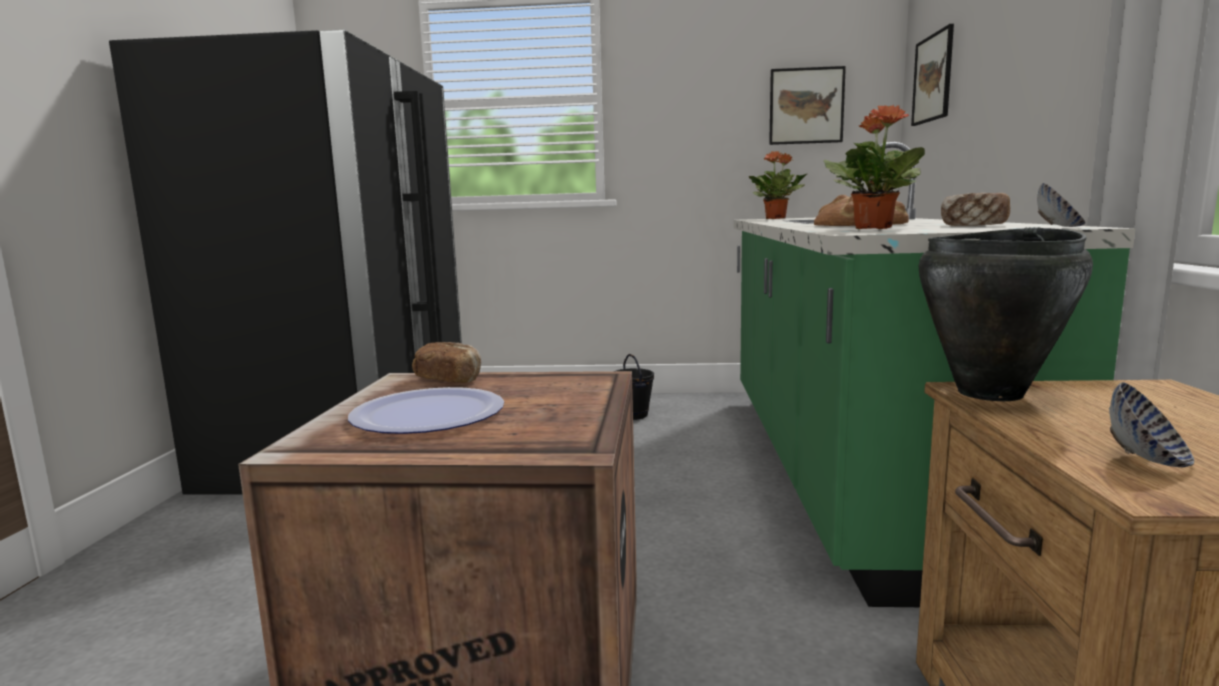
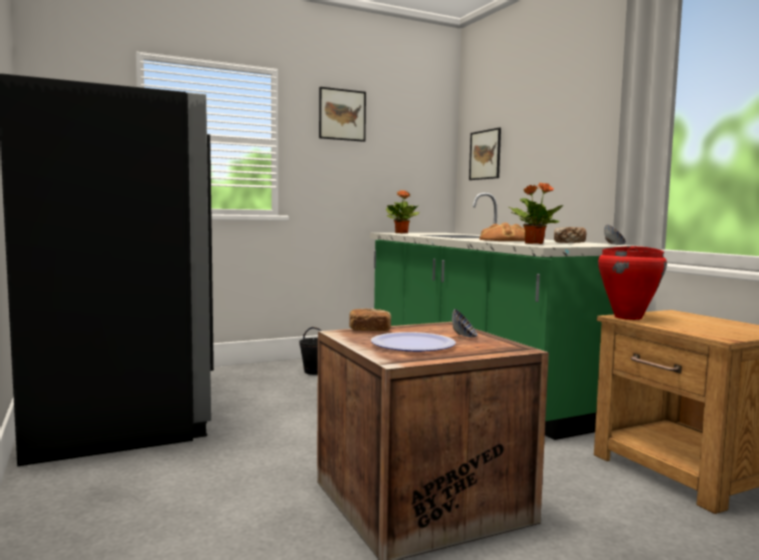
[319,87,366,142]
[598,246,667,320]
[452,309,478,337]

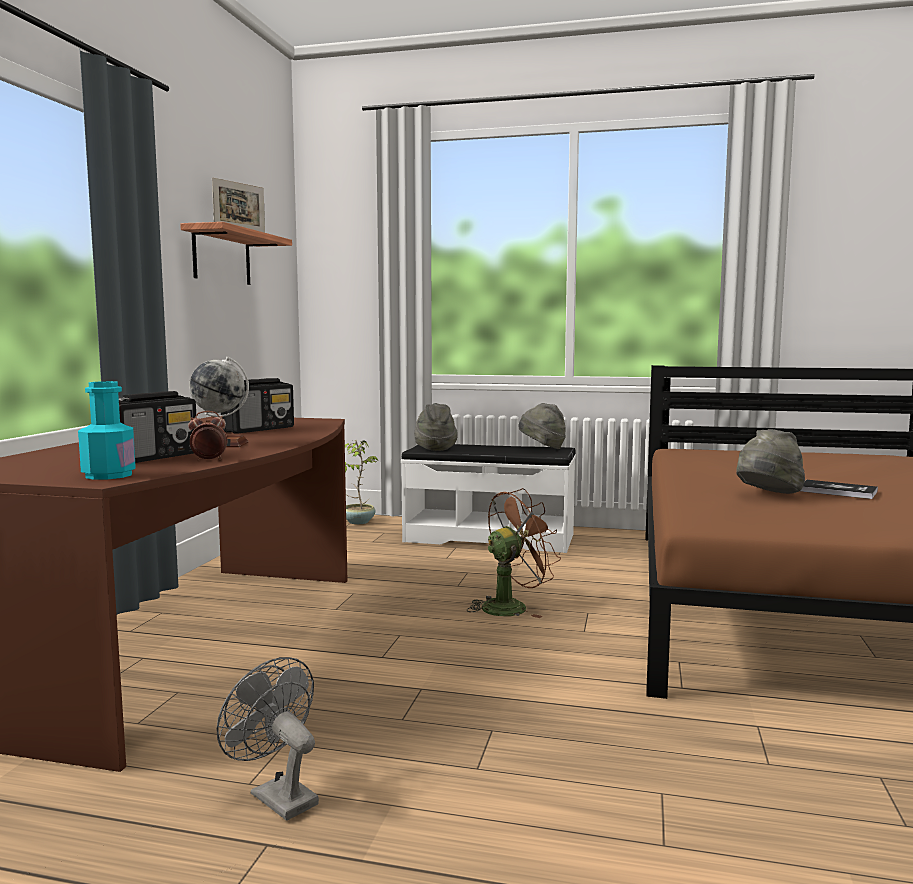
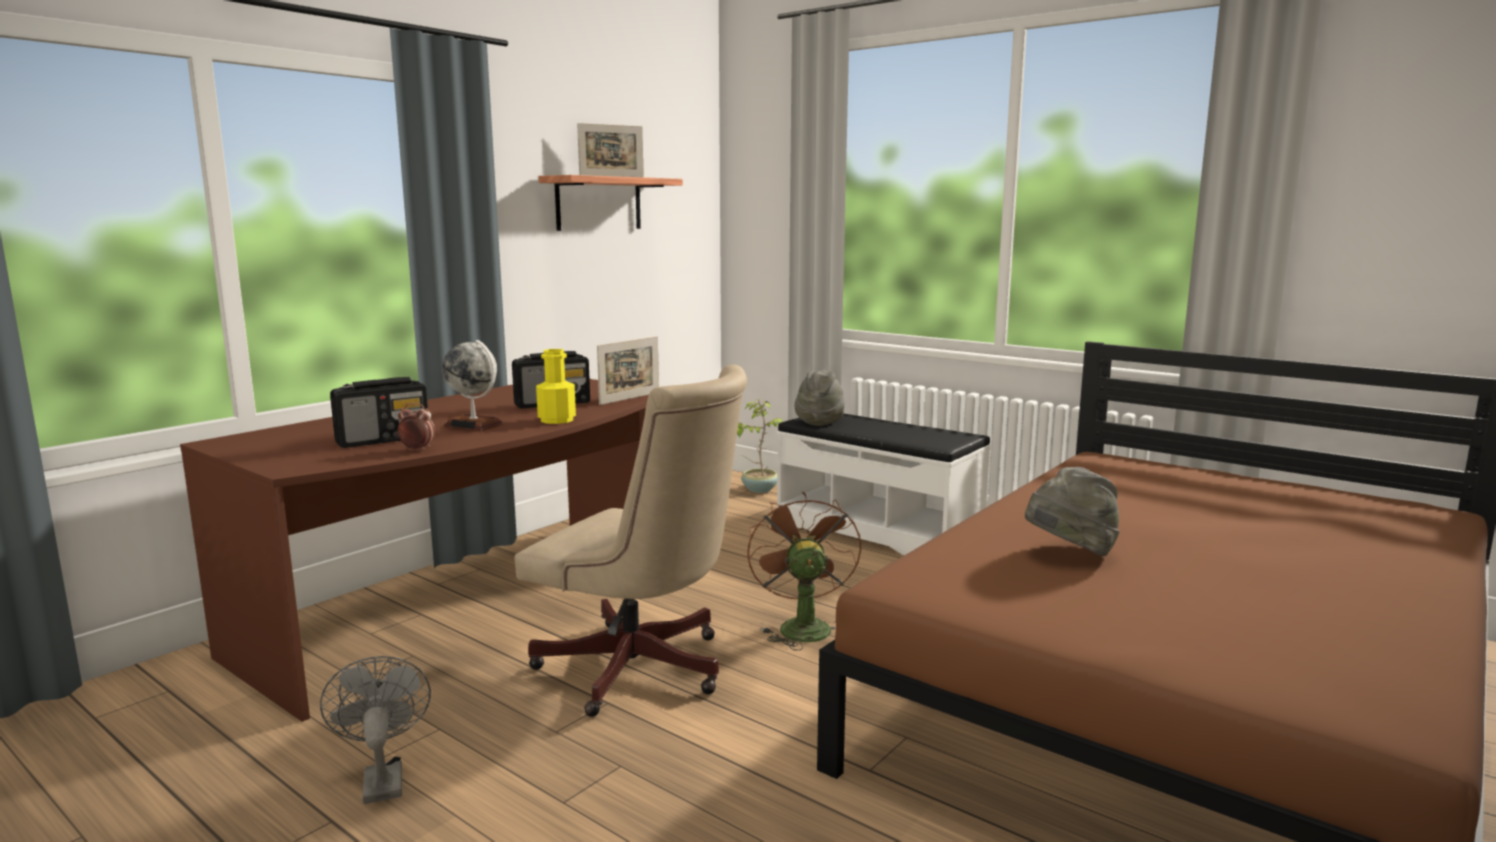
[78,381,136,480] (first image)
[747,491,861,651]
[518,403,566,449] (first image)
[801,480,878,499] (first image)
[514,365,747,717]
[536,349,576,424]
[597,336,659,405]

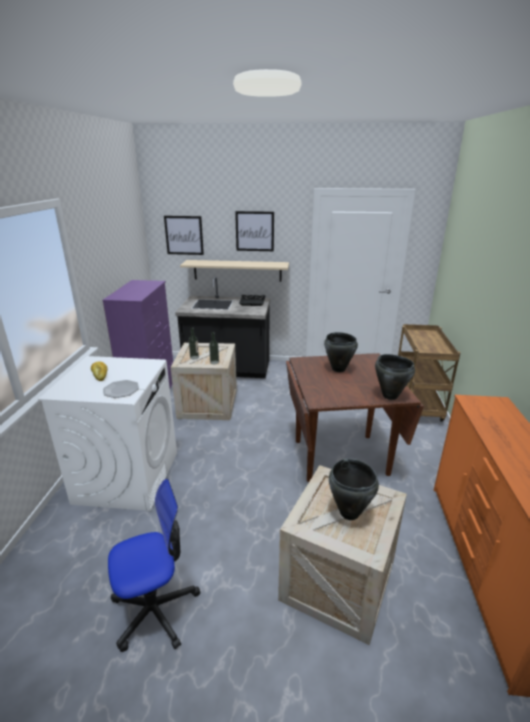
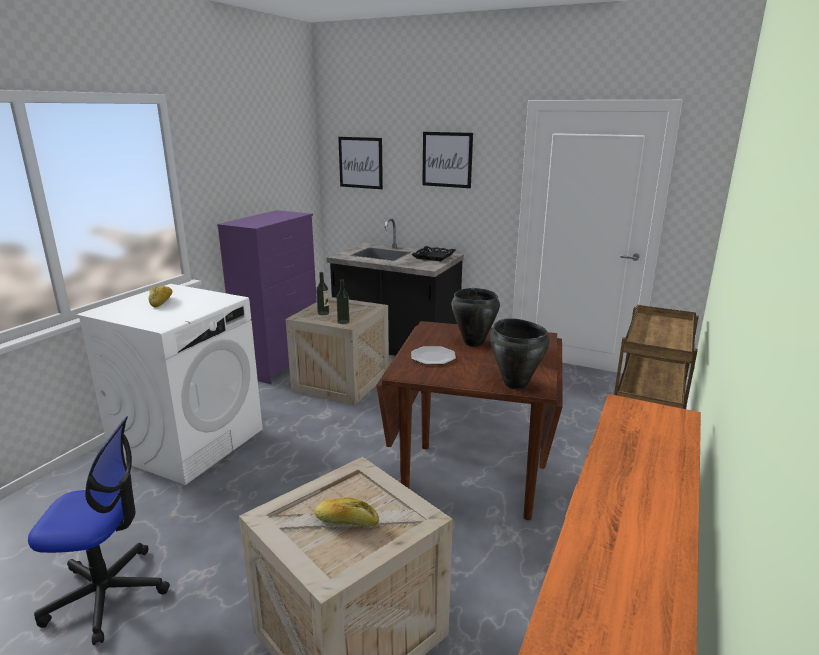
[411,346,456,365]
[180,260,289,282] (first image)
[314,497,379,527]

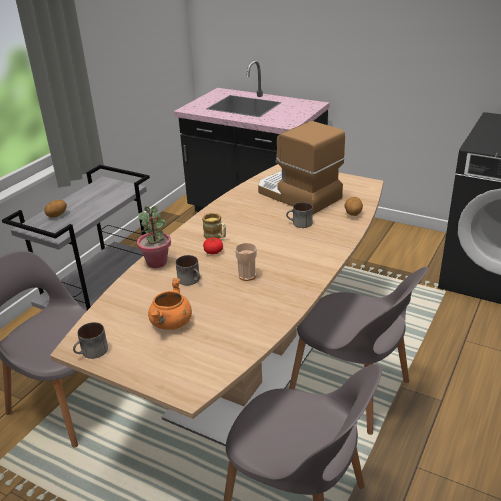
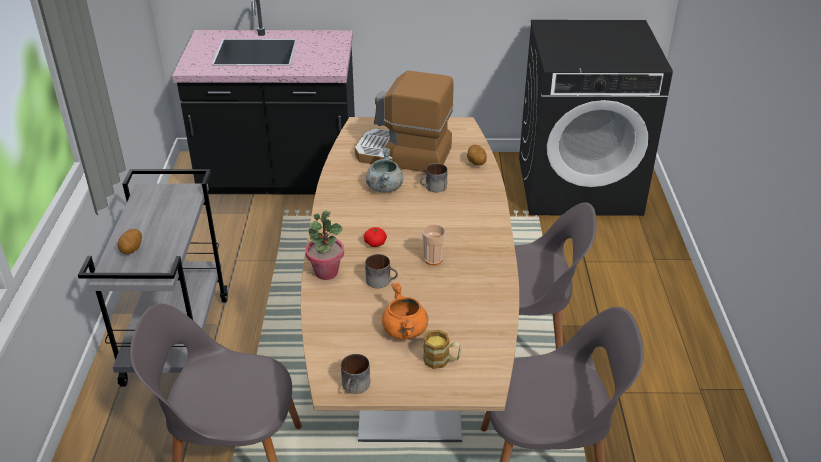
[423,330,461,369]
[366,148,403,192]

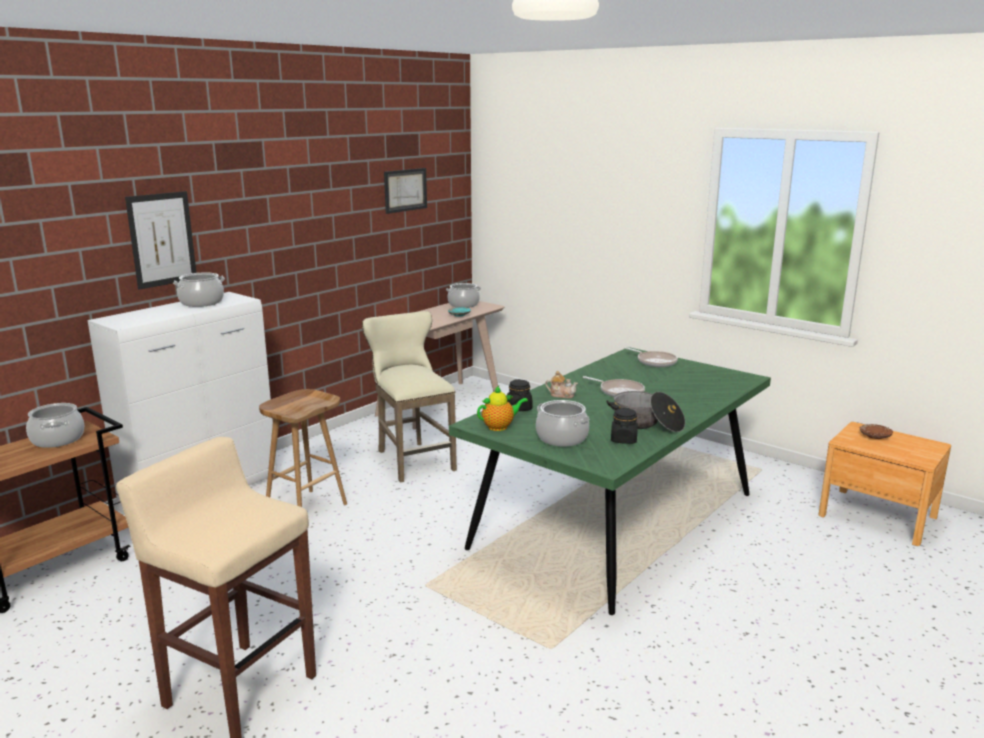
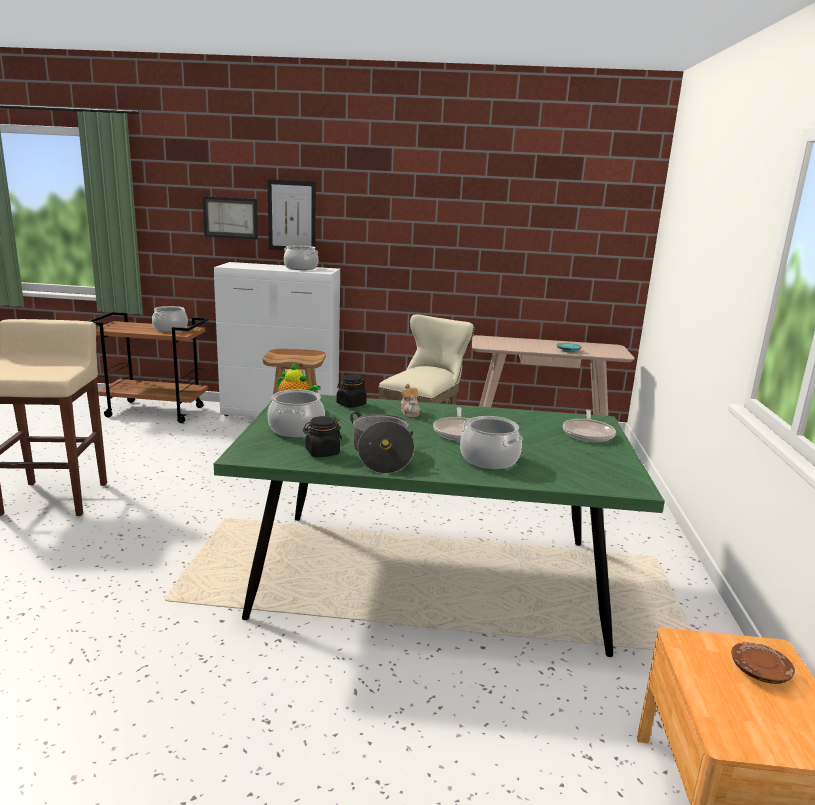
[202,196,258,240]
[460,416,523,469]

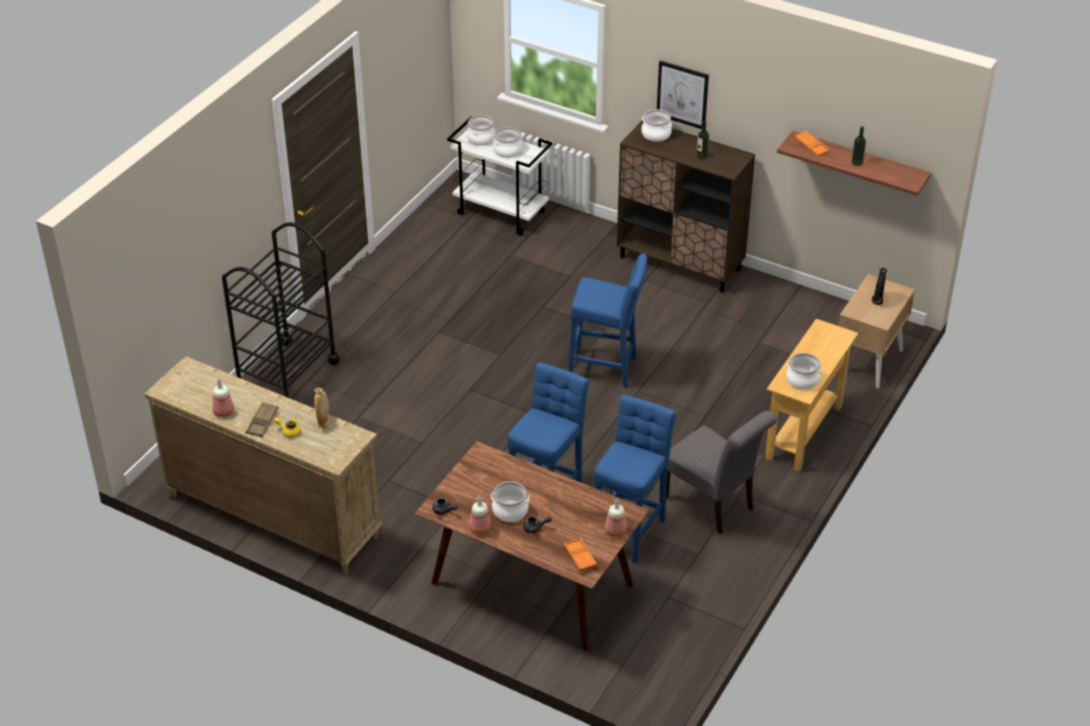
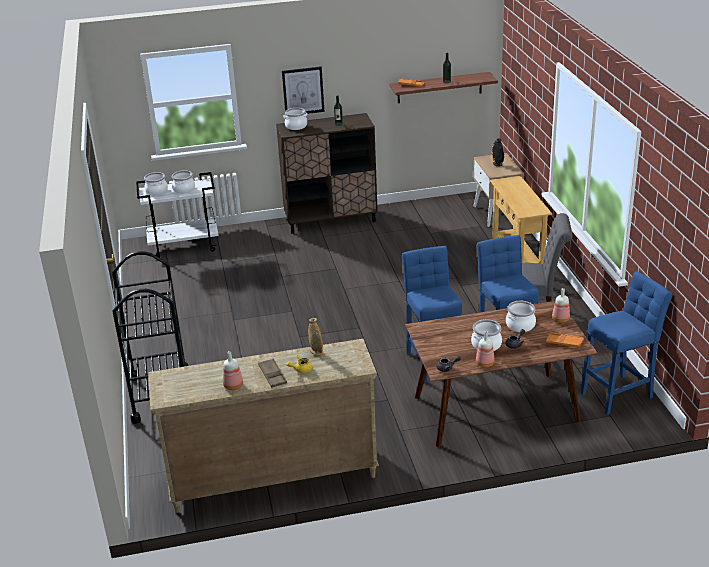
[580,272,673,415]
[506,301,536,332]

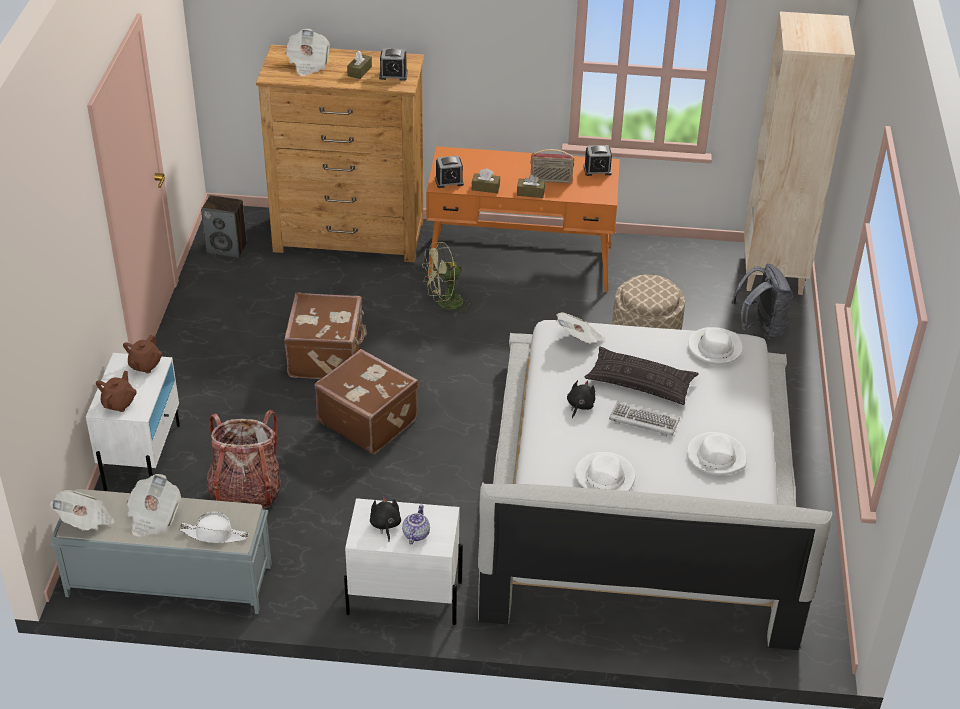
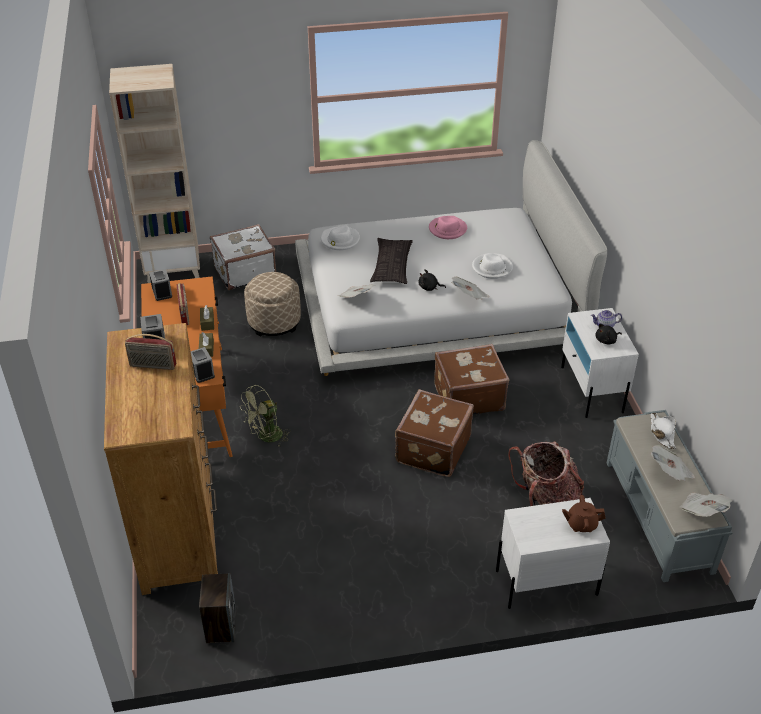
[123,335,162,373] (first image)
[434,344,510,414]
[451,277,489,299]
[125,334,176,370]
[240,385,290,446]
[609,402,680,437] (first image)
[429,216,467,239]
[210,224,276,290]

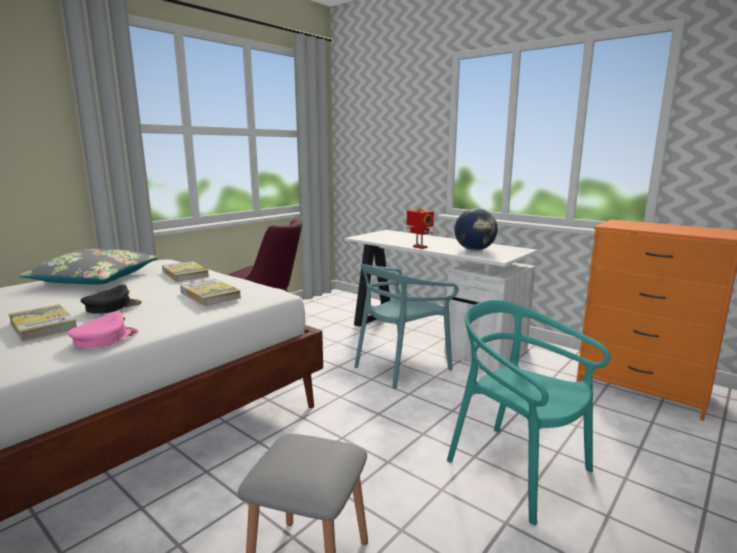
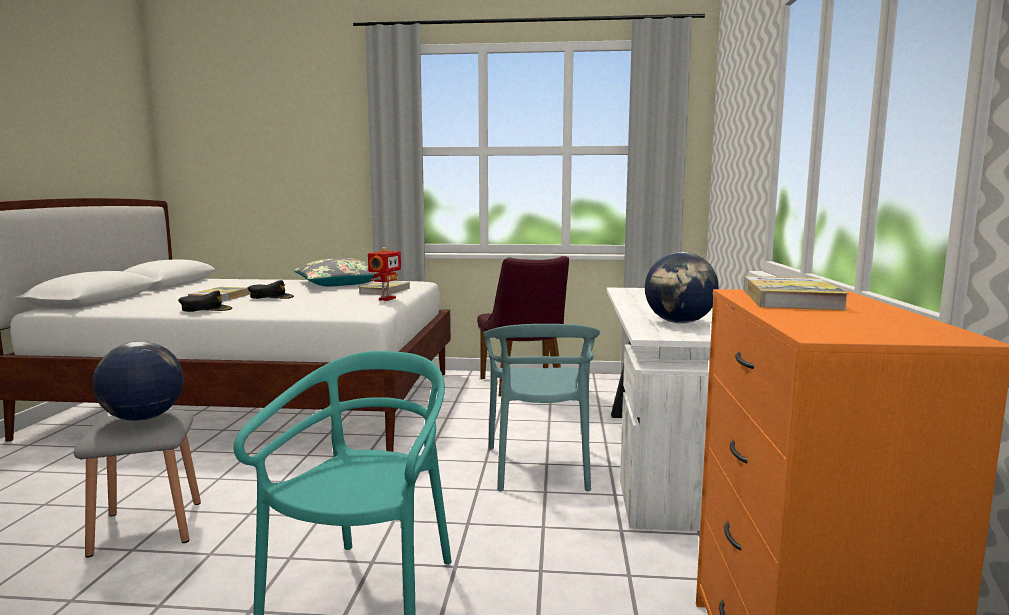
[178,291,232,312]
[744,276,849,311]
[484,324,600,491]
[368,247,401,301]
[93,341,184,421]

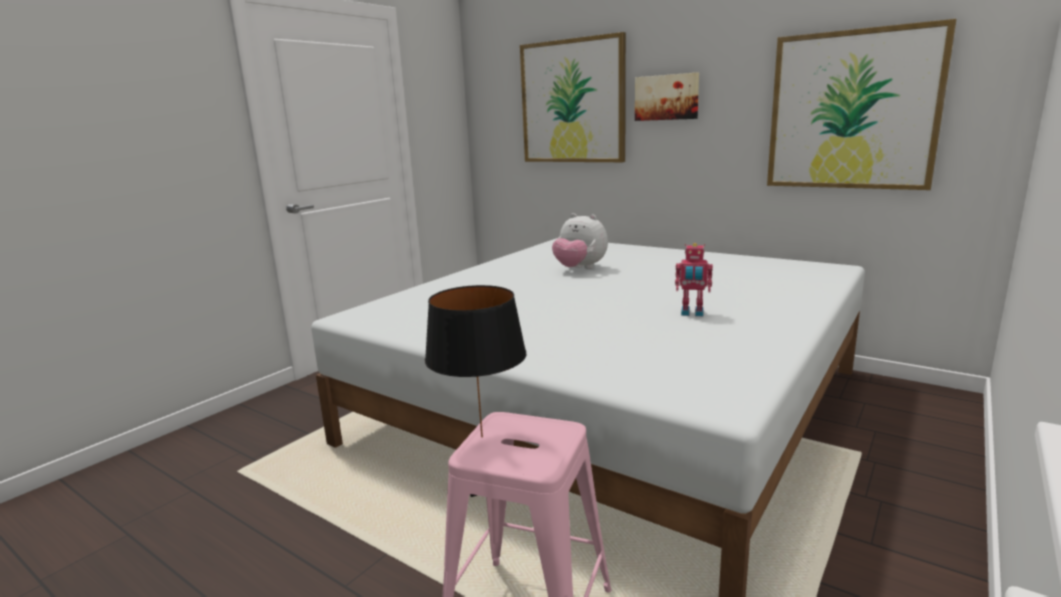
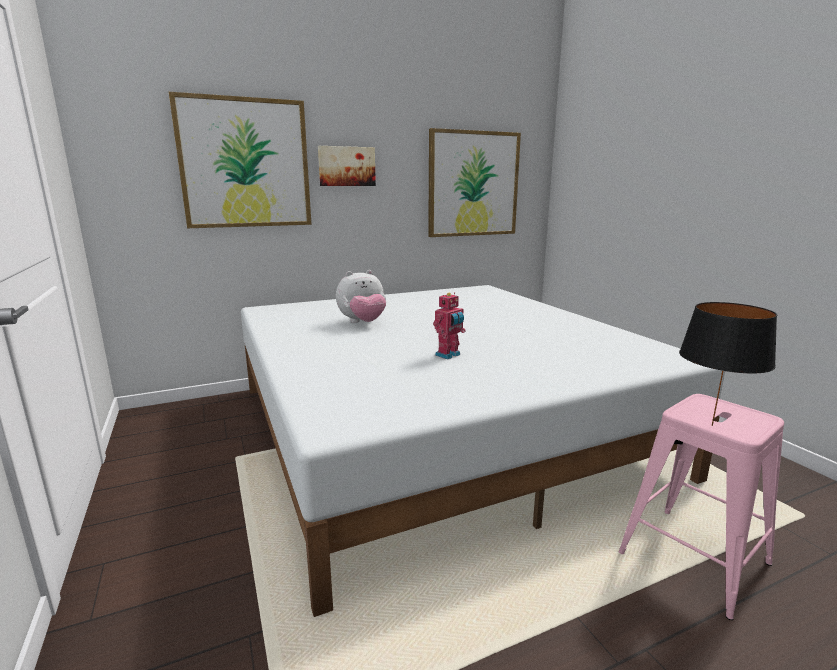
[433,292,466,359]

